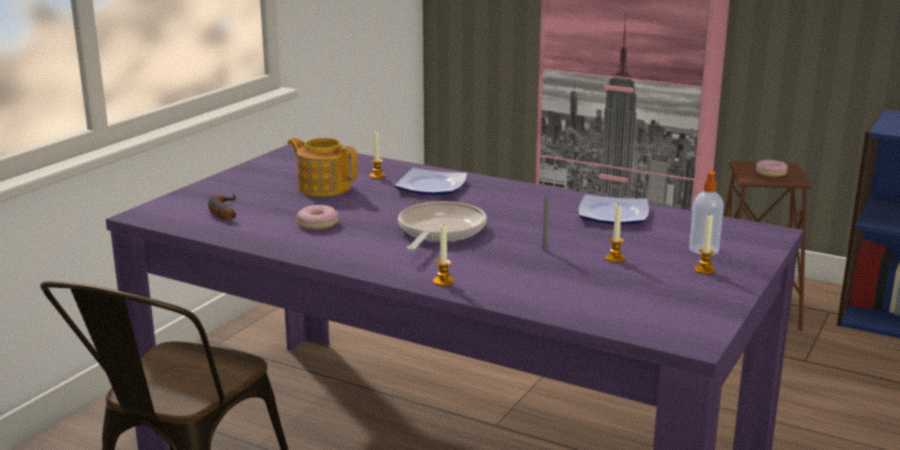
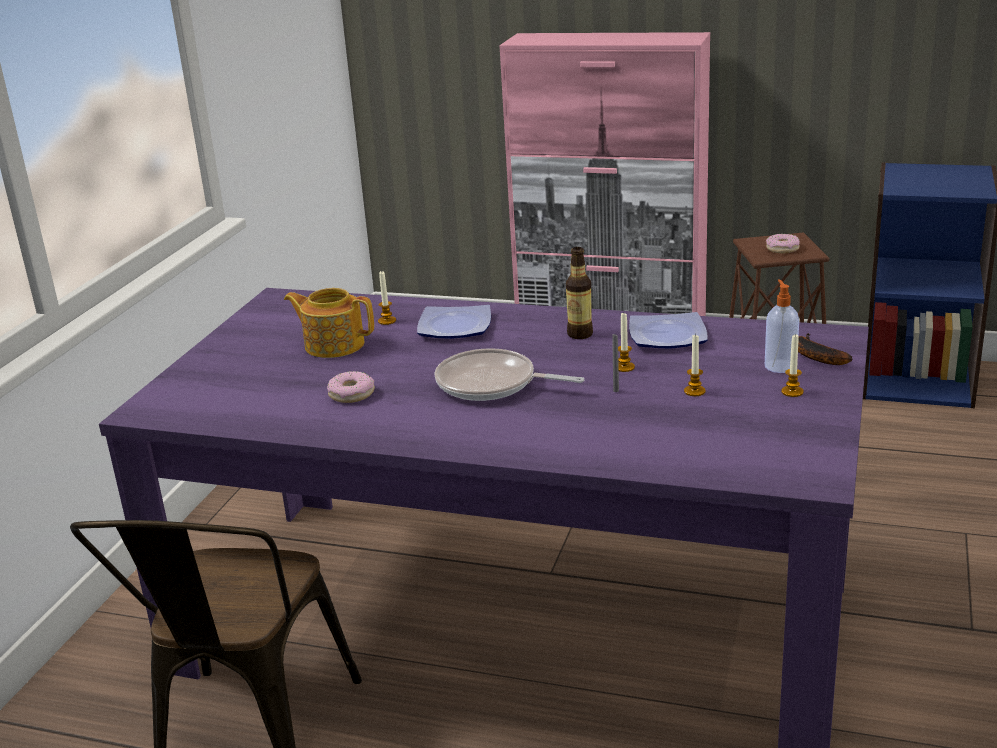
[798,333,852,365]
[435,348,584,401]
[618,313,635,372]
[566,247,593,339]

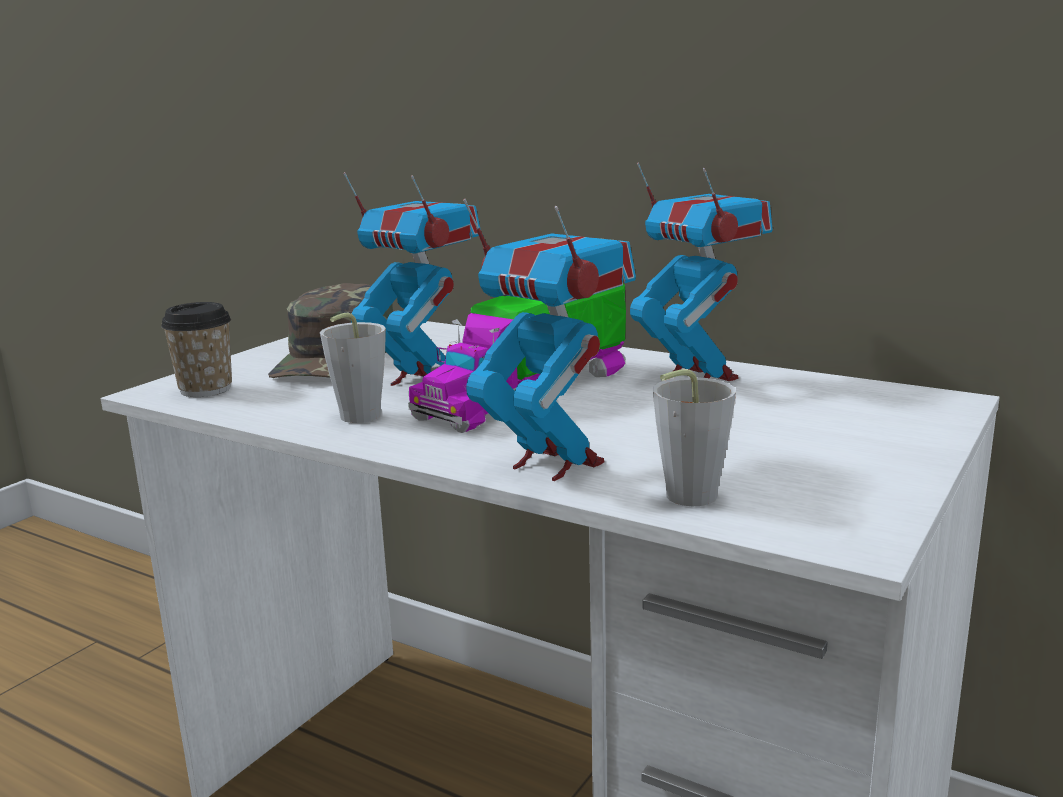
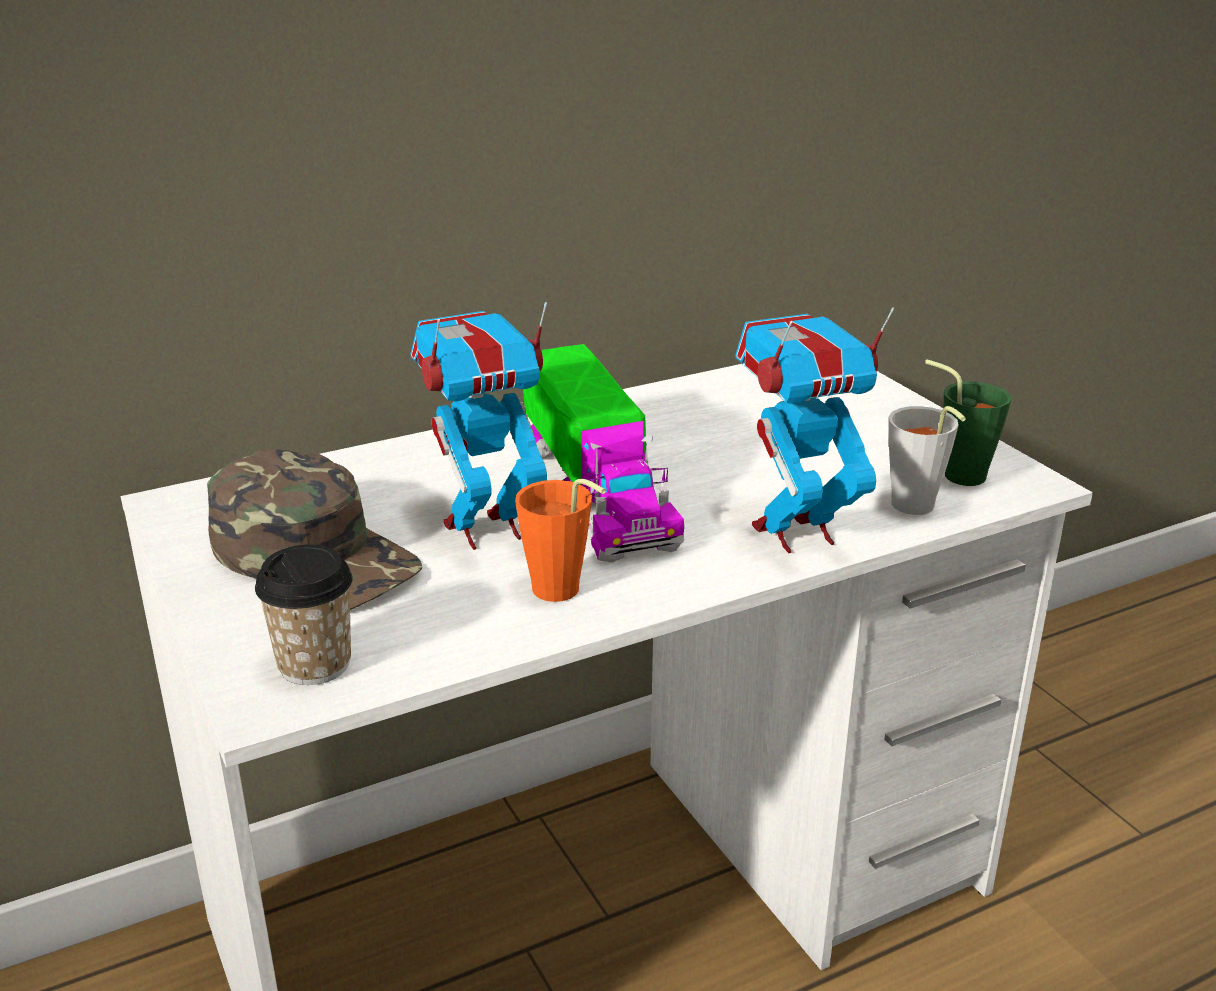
[515,479,606,602]
[630,162,773,381] (first image)
[925,359,1012,486]

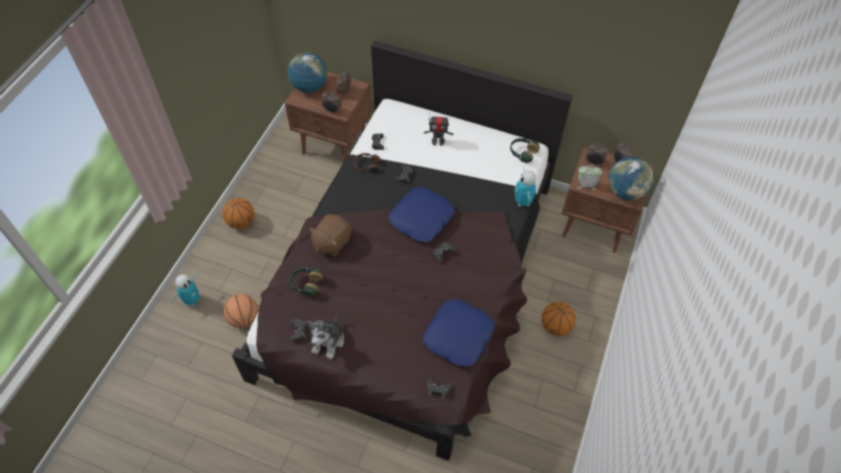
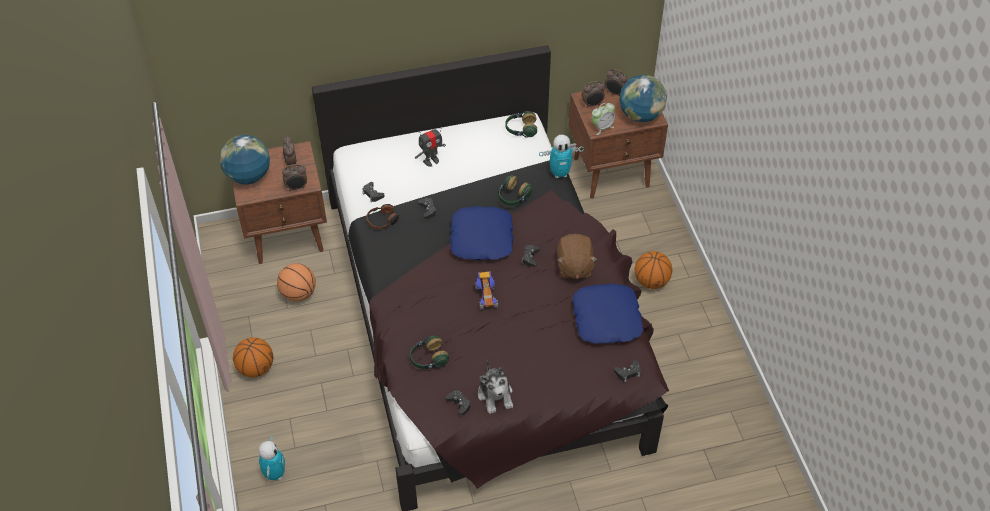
[277,263,316,302]
[557,234,597,279]
[539,135,584,178]
[475,271,498,309]
[498,175,533,206]

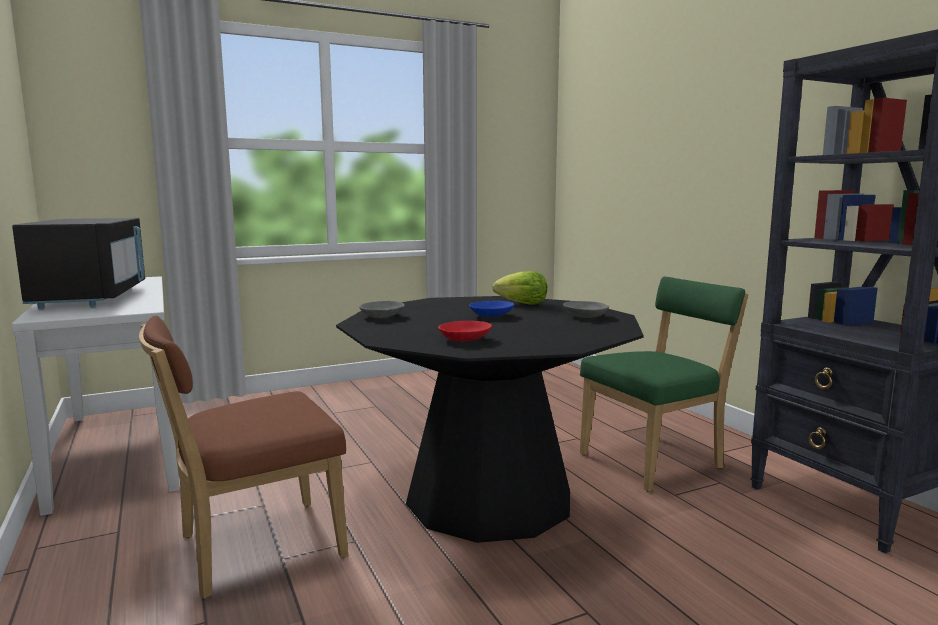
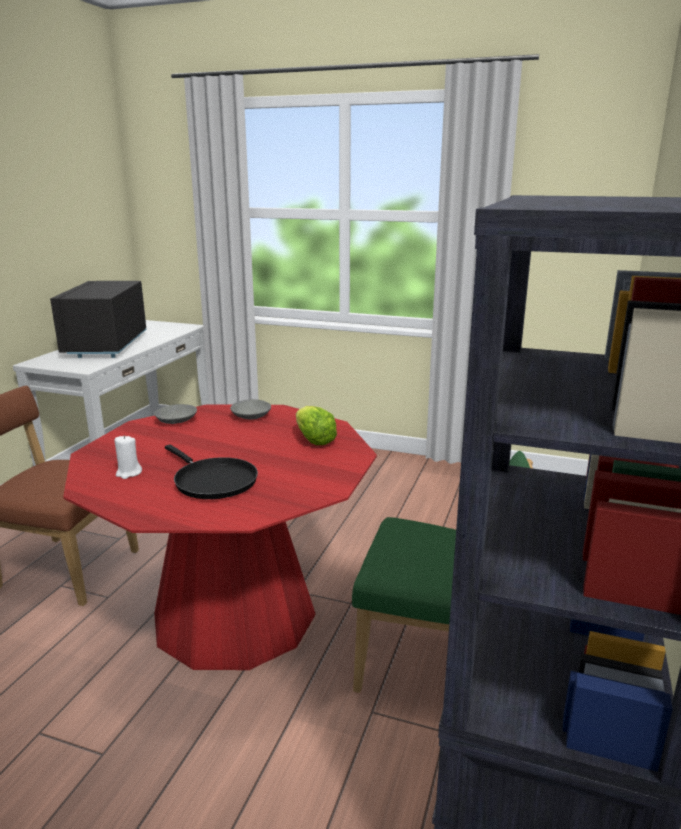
[50,281,146,358]
[63,405,377,670]
[114,435,142,479]
[469,301,514,317] (first image)
[230,399,271,420]
[165,444,258,499]

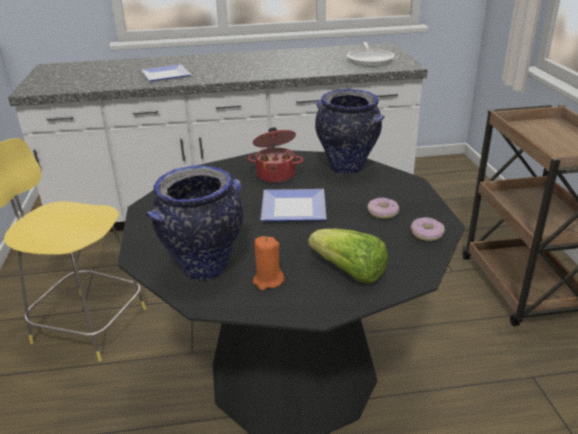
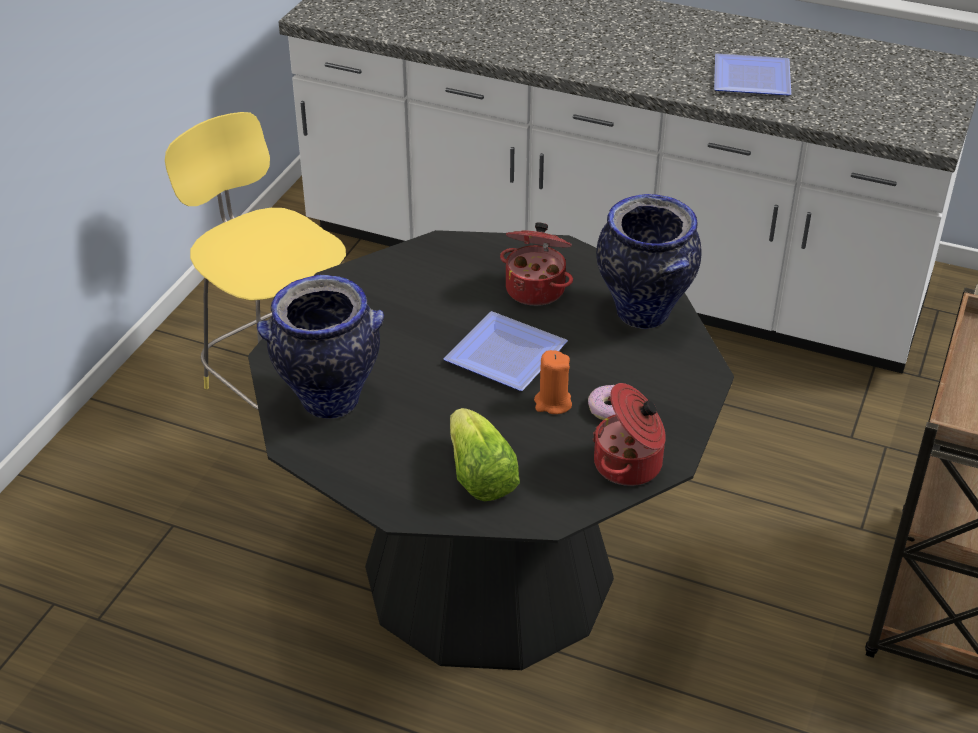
[714,54,791,95]
[534,350,572,414]
[347,42,394,67] (first image)
[593,383,666,486]

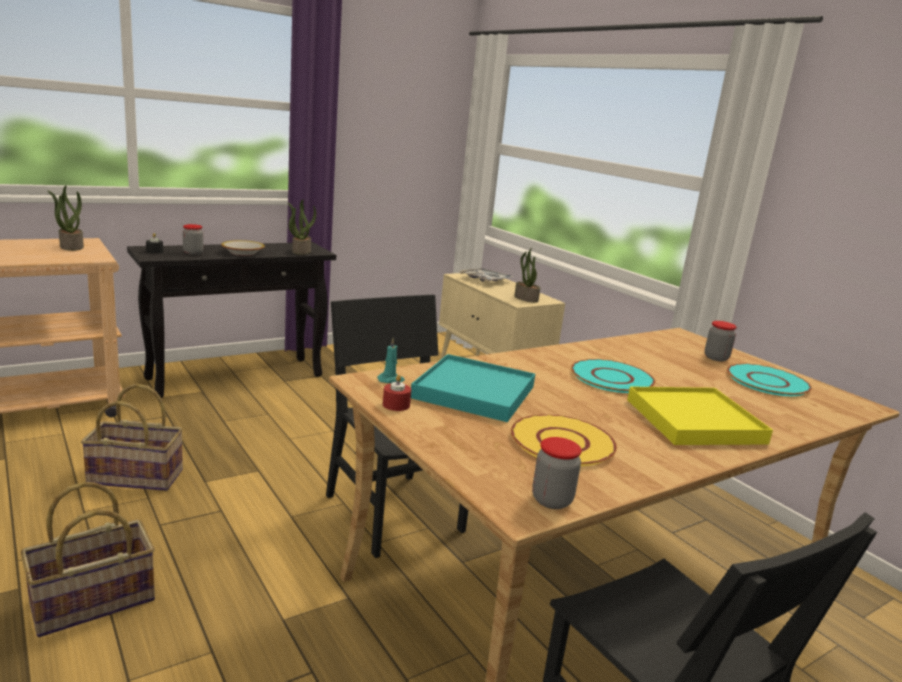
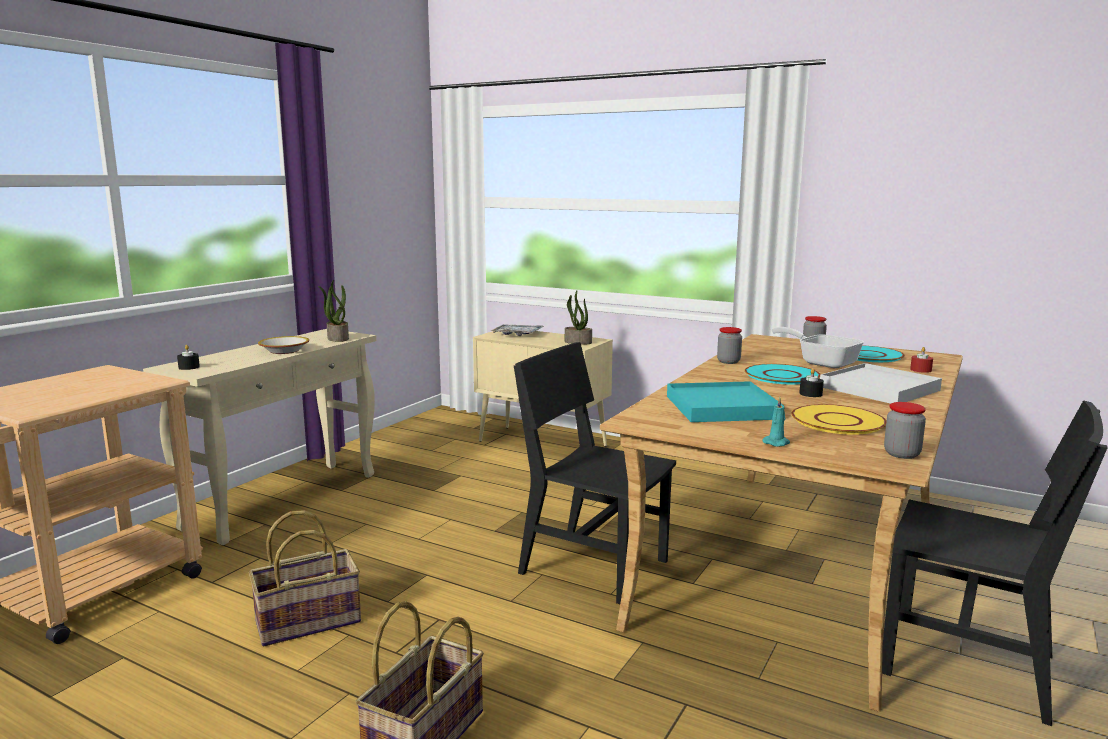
[48,185,84,251] (first image)
[143,329,376,545]
[717,327,742,364]
[762,397,790,447]
[910,347,933,373]
[820,363,942,404]
[772,327,864,368]
[799,368,824,397]

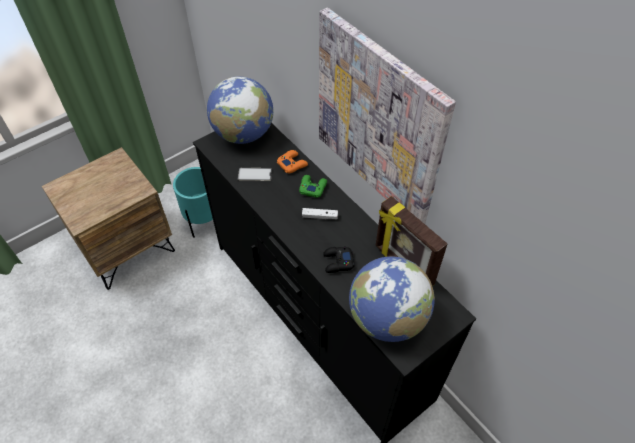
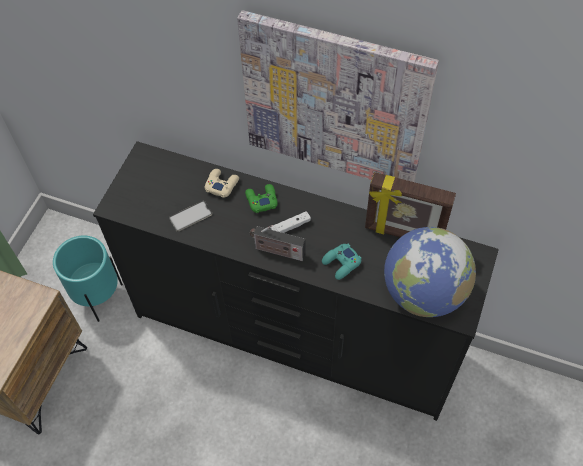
[207,77,274,144] (first image)
[205,169,239,198]
[322,244,362,280]
[250,225,306,261]

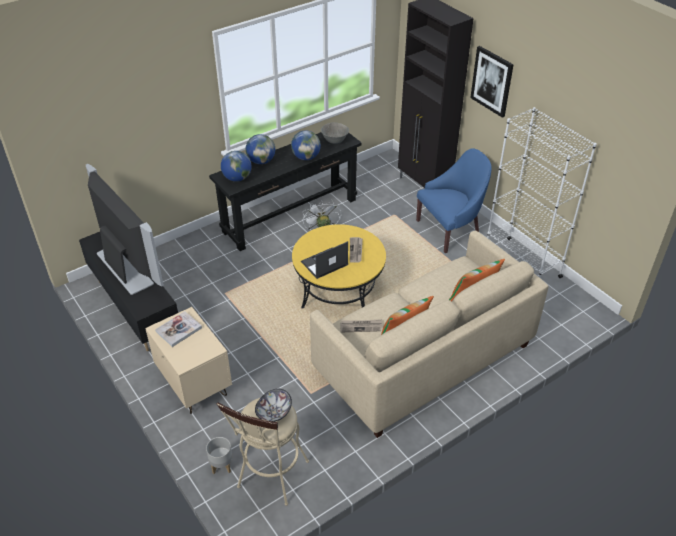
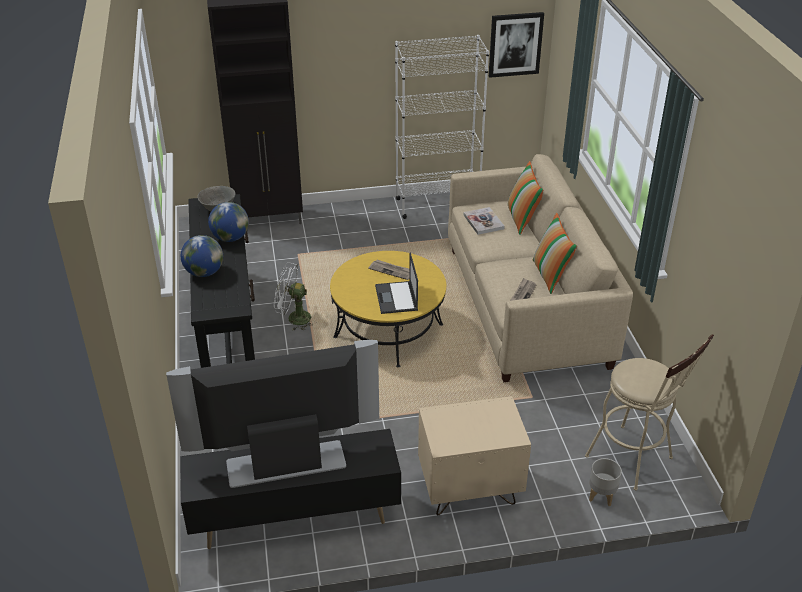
[464,207,505,235]
[221,151,251,182] (first image)
[255,389,292,422] (first image)
[416,148,491,253] (first image)
[489,12,544,78]

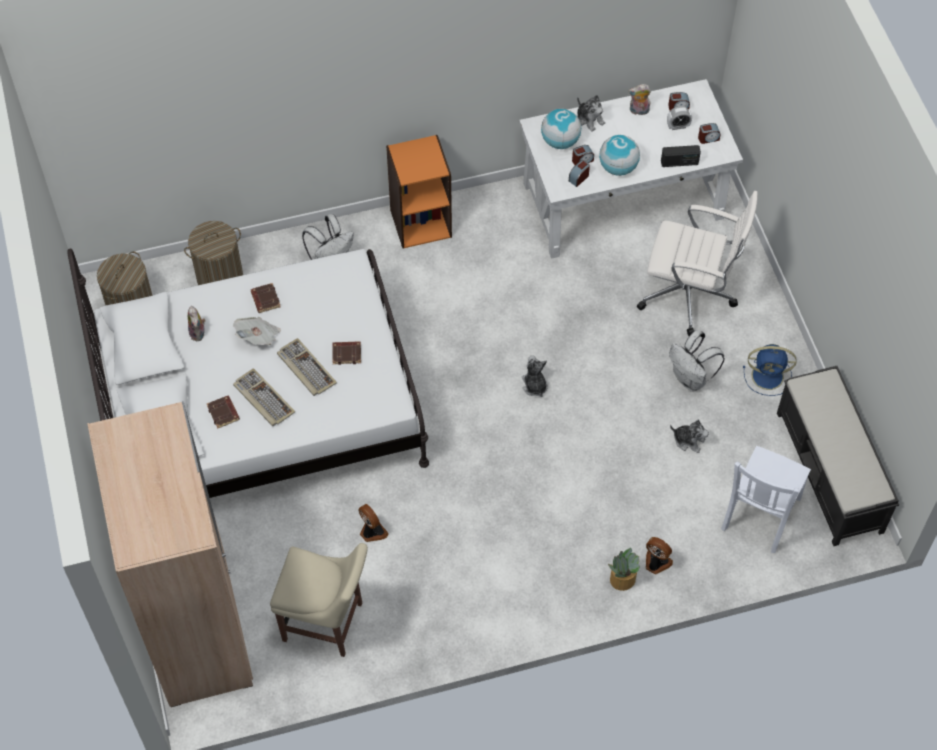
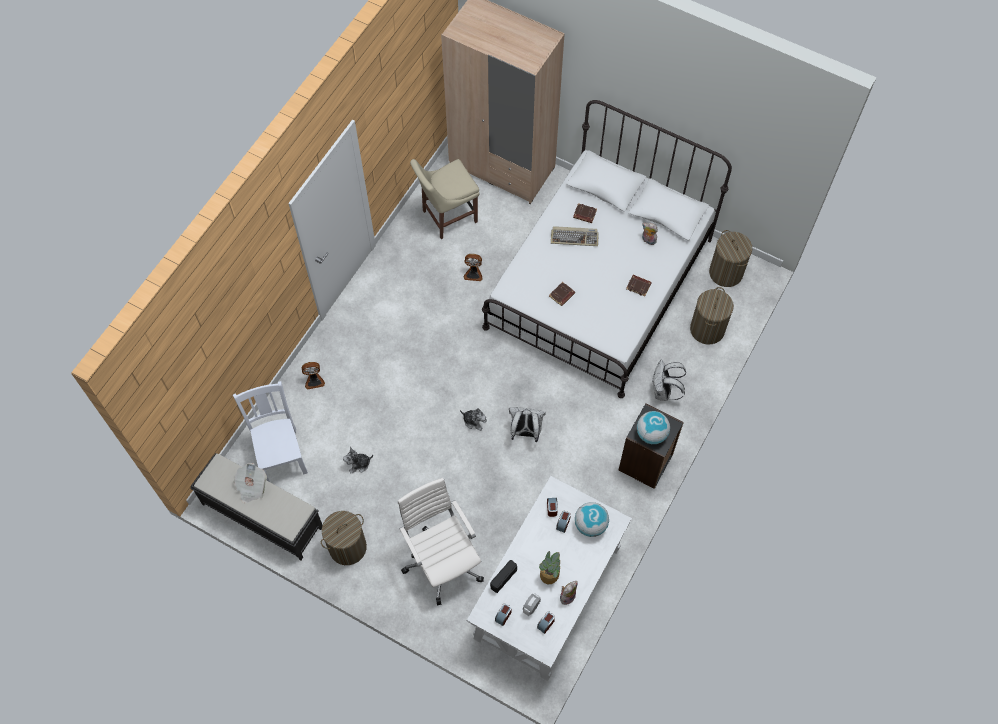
[233,463,267,503]
[277,338,337,396] (first image)
[619,403,684,489]
[577,95,605,132] (first image)
[637,411,670,444]
[539,551,560,584]
[398,478,484,605]
[509,407,545,442]
[321,511,367,565]

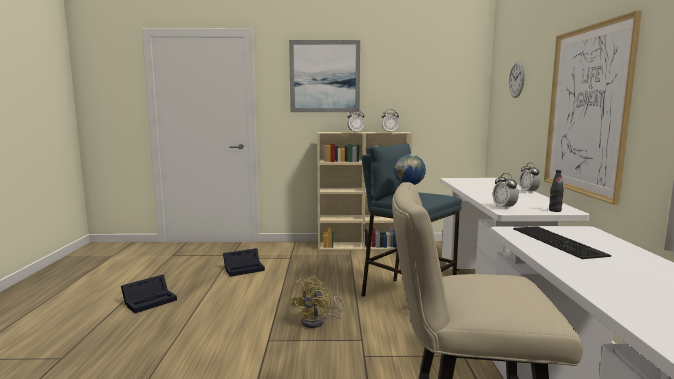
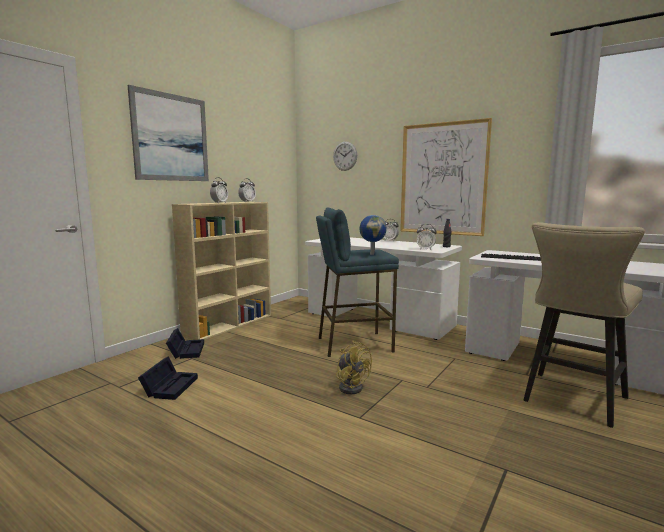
[166,328,204,359]

